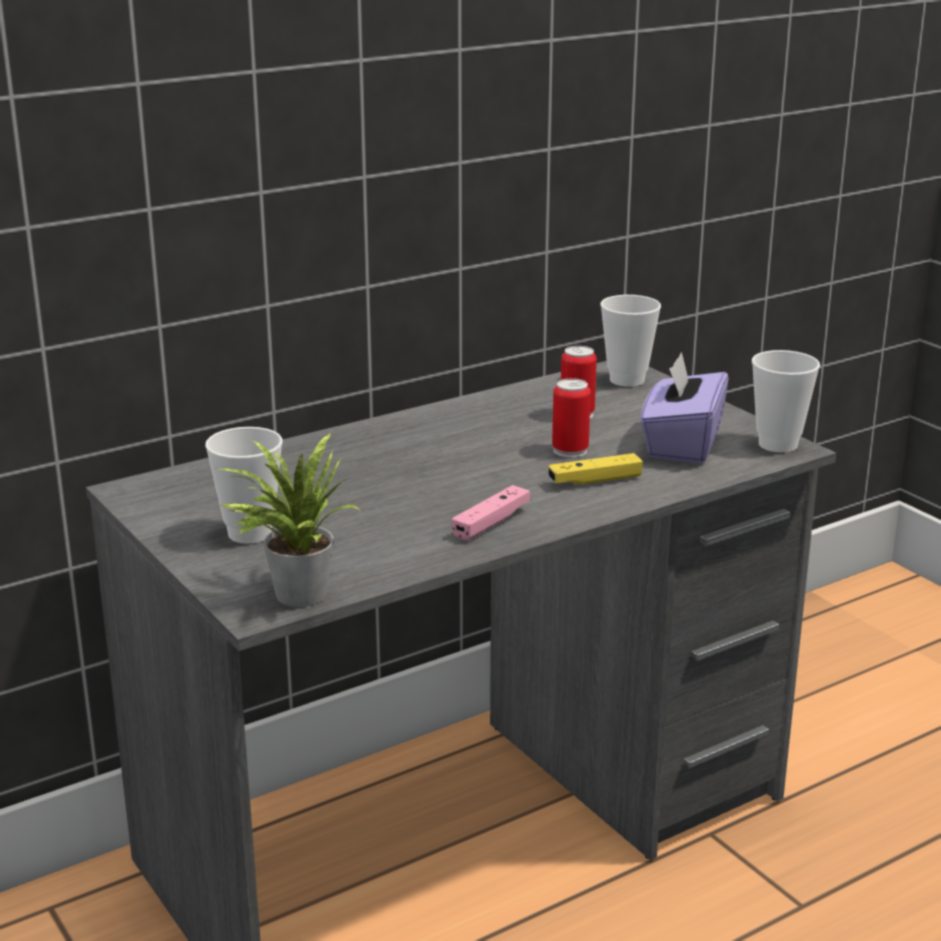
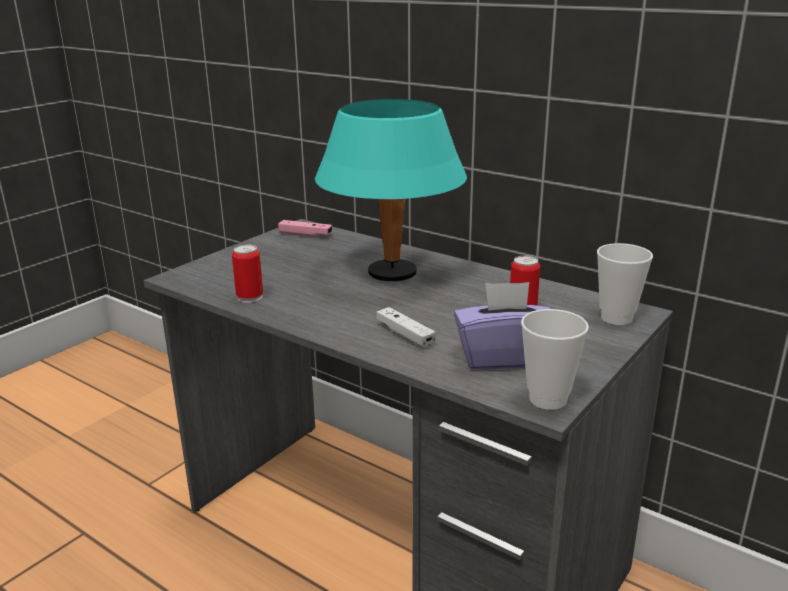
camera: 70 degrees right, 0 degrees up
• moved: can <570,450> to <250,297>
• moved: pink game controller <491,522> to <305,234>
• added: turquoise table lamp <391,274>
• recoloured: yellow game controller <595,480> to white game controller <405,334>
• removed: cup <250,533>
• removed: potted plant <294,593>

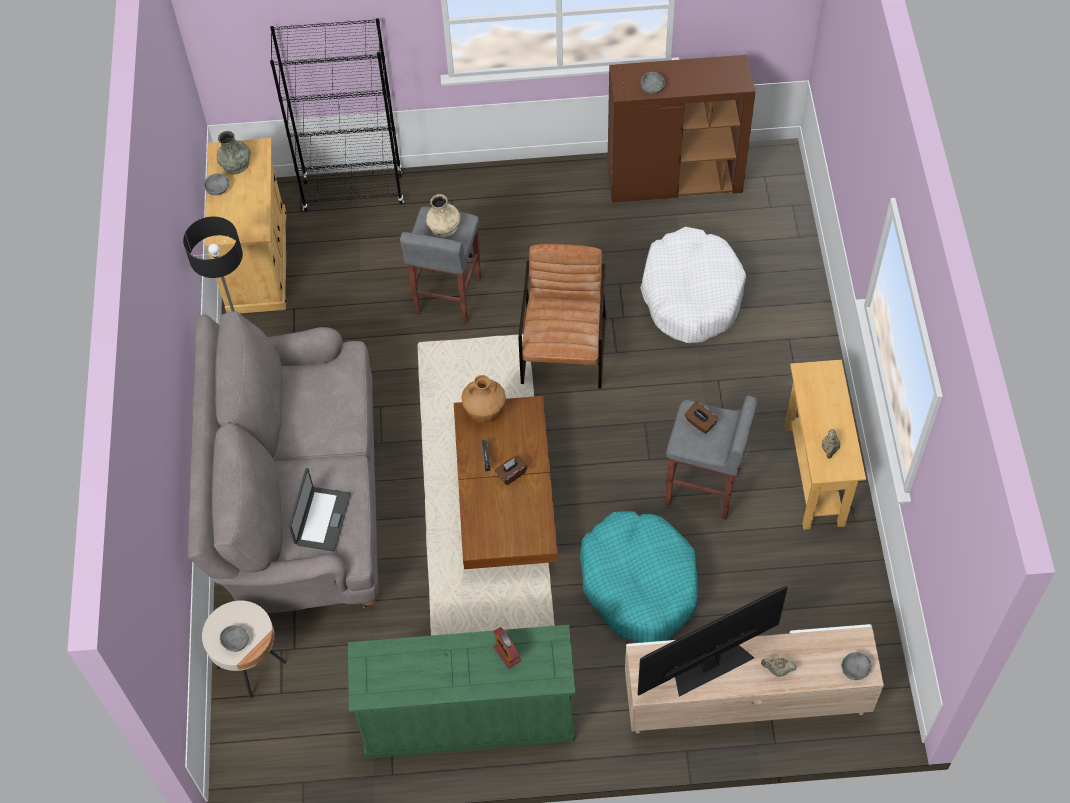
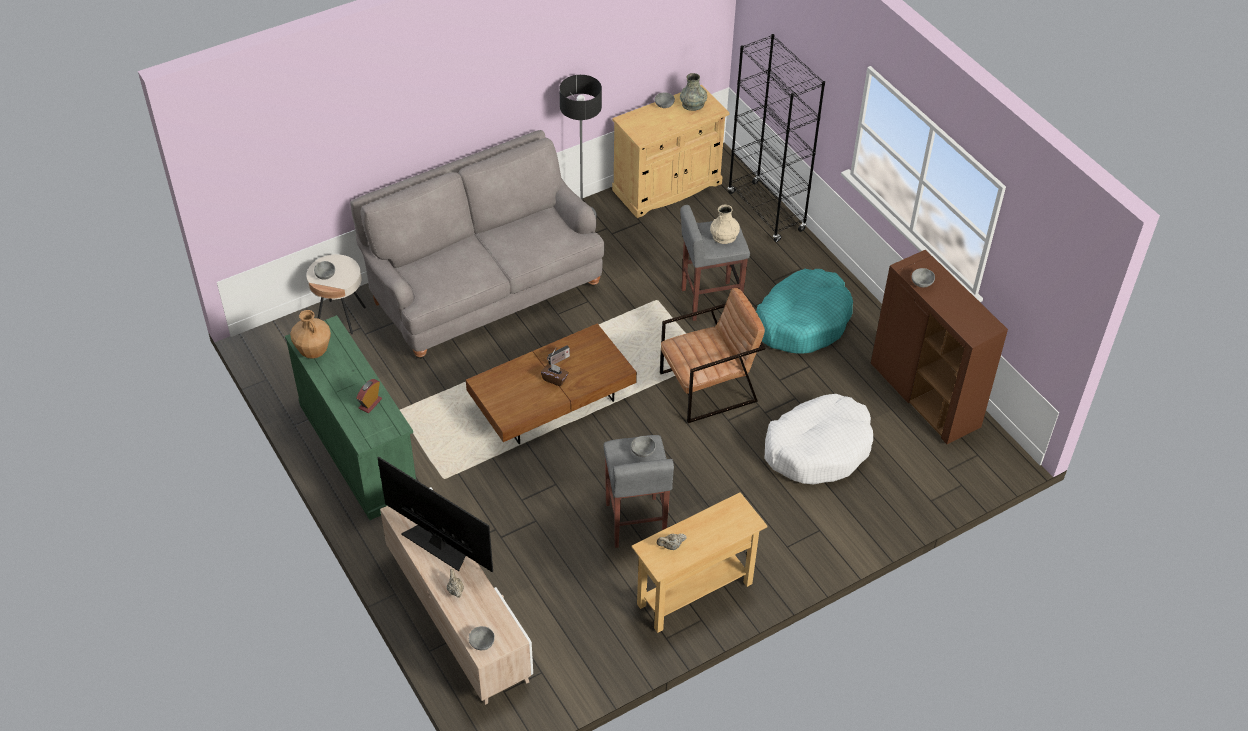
camera: 60 degrees right, 10 degrees down
• moved: brown vase <484,413> to <313,351>
• replaced: brown tissue box <700,423> to grey bowl <643,452>
• moved: turquoise dog bed <639,583> to <802,321>
• removed: laptop <321,519>

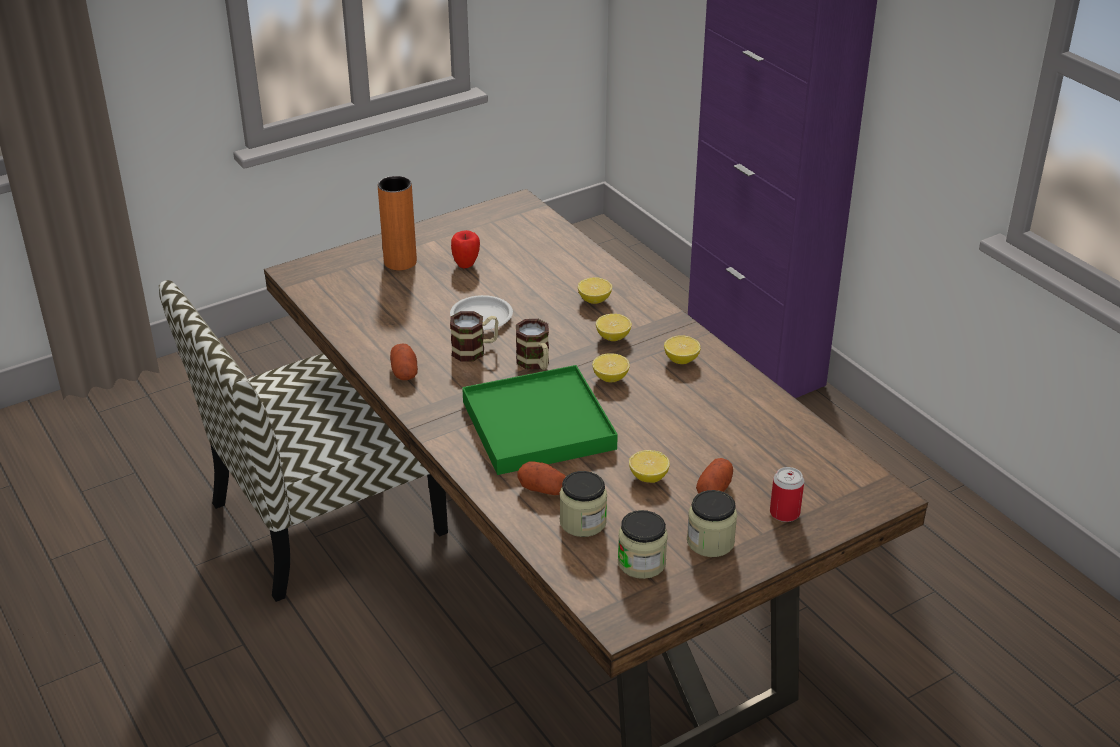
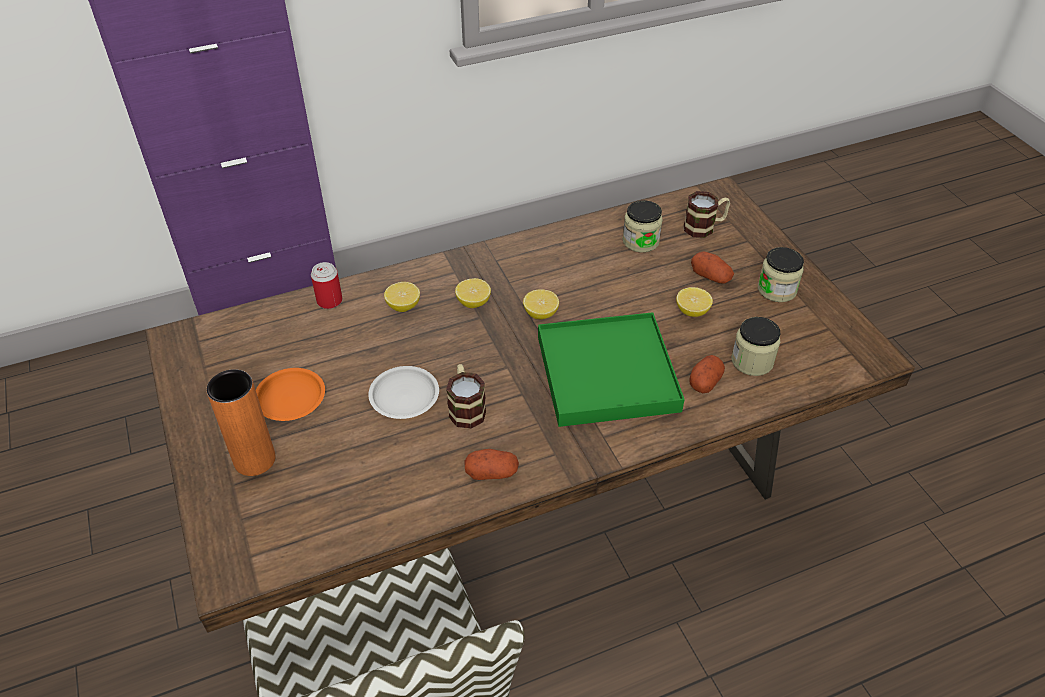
camera: 80 degrees left, 10 degrees up
• replaced: apple <466,265> to orange plate <290,398>
• moved: can <784,513> to <329,301>
• moved: jar <641,562> to <640,241>
• moved: mug <535,364> to <704,227>
• removed: lemon <681,359>

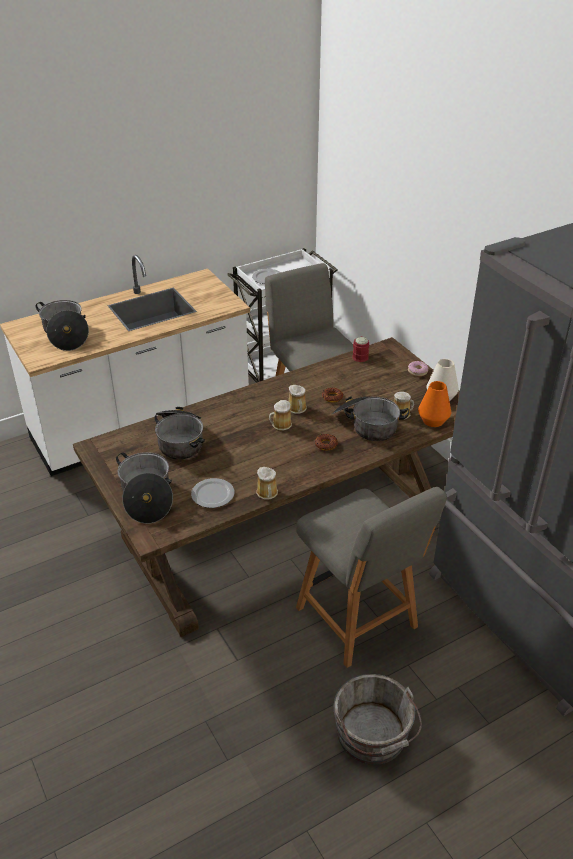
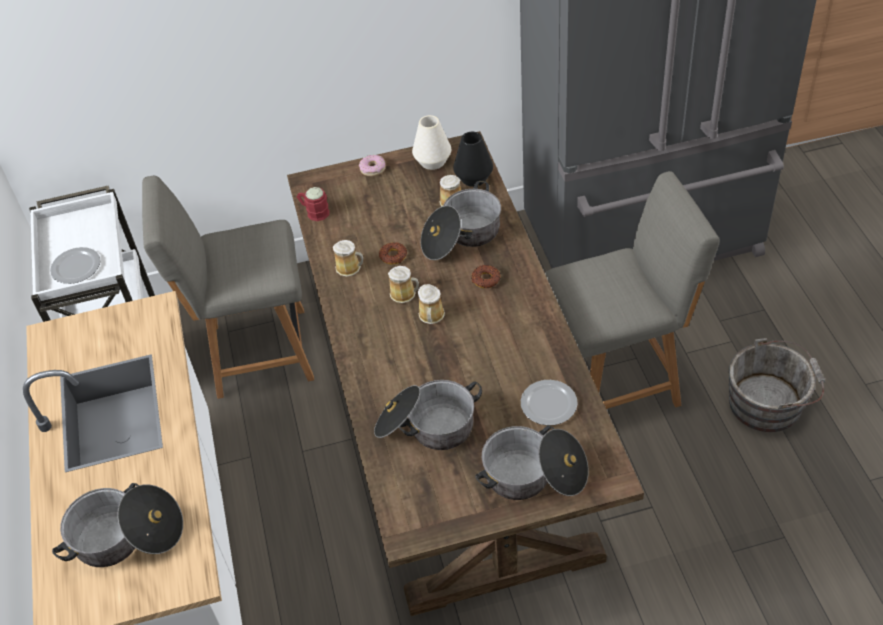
camera: 70 degrees left, 10 degrees up
• moved: mug <267,493> to <350,268>
• recoloured: orange vase <433,420> to black vase <474,178>

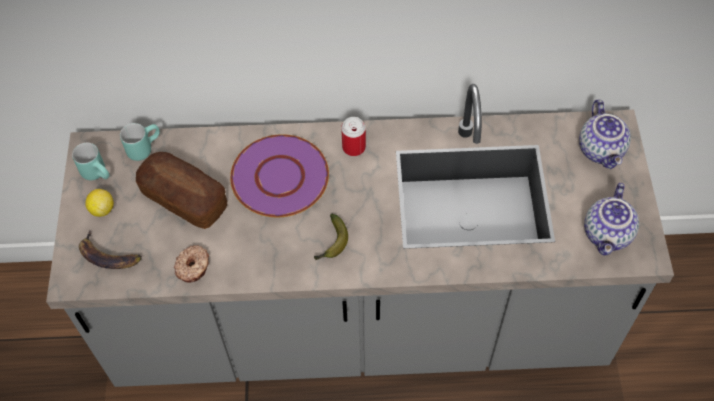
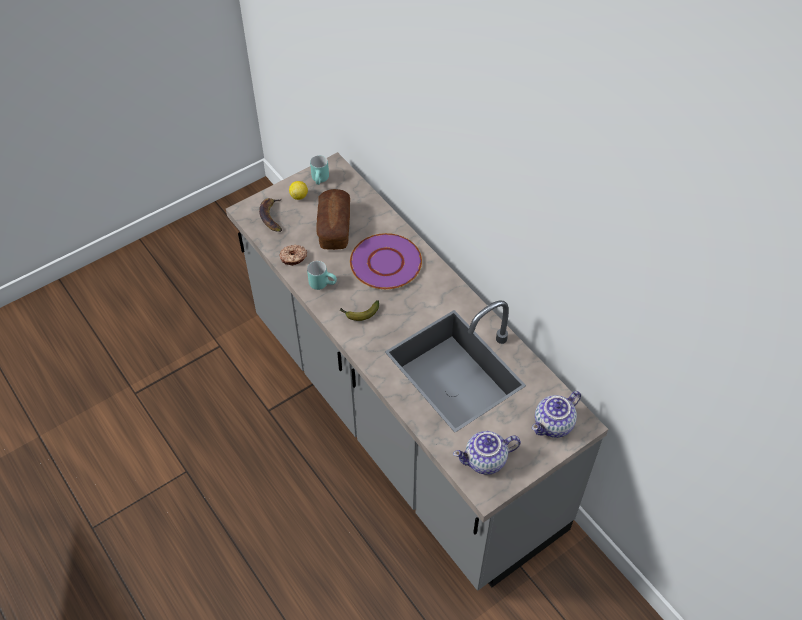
camera: 55 degrees right, 5 degrees down
• moved: turquoise mug <143,147> to <323,283>
• removed: can <354,147>

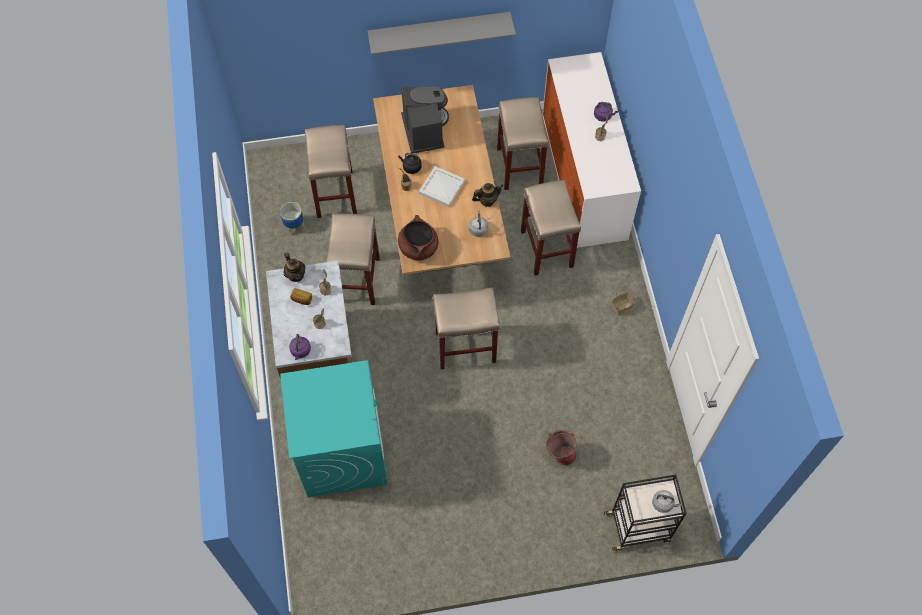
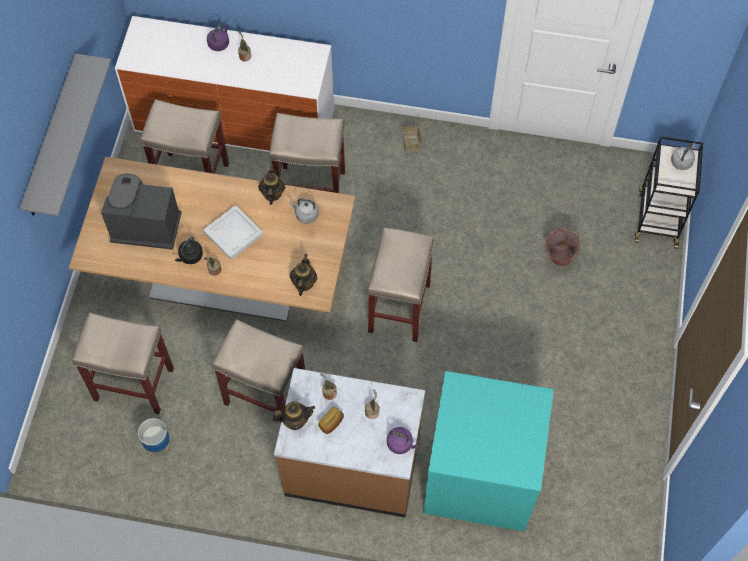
camera: 70 degrees left, 0 degrees up
• replaced: brown cooking pot <418,247> to teapot <303,283>

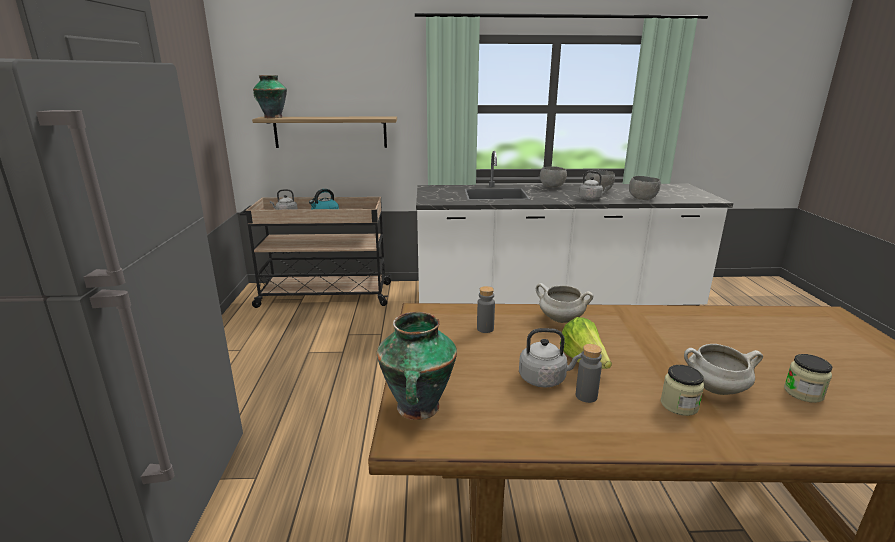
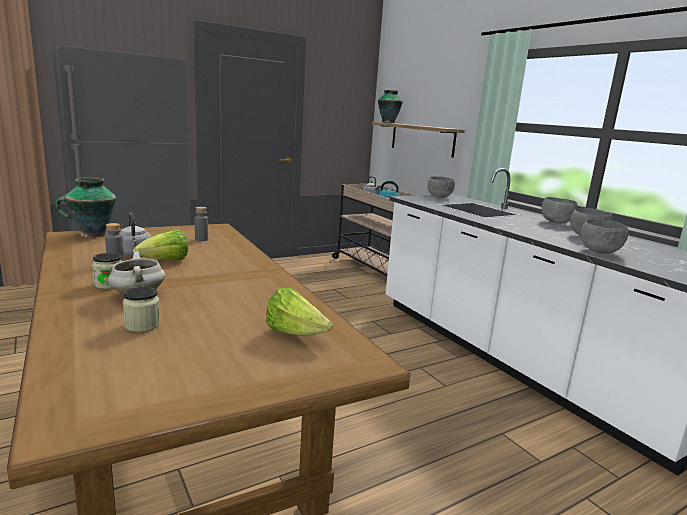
camera: 60 degrees right, 5 degrees down
• added: lettuce <295,334>
• added: grey bowl <440,197>
• removed: white cooking pot <560,320>
• removed: grey kettle <591,199>

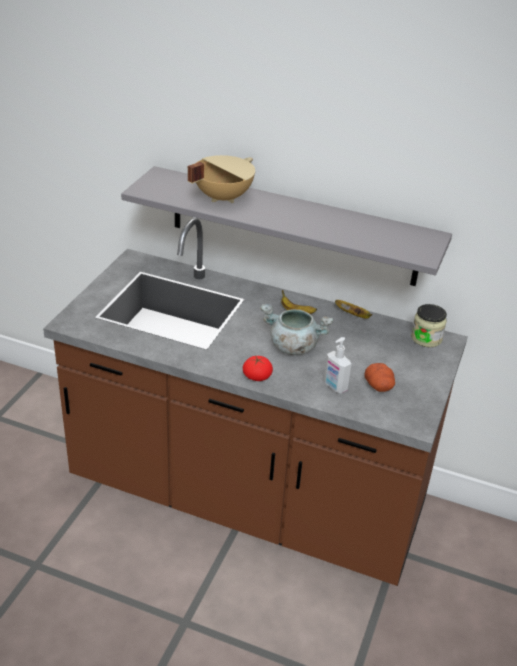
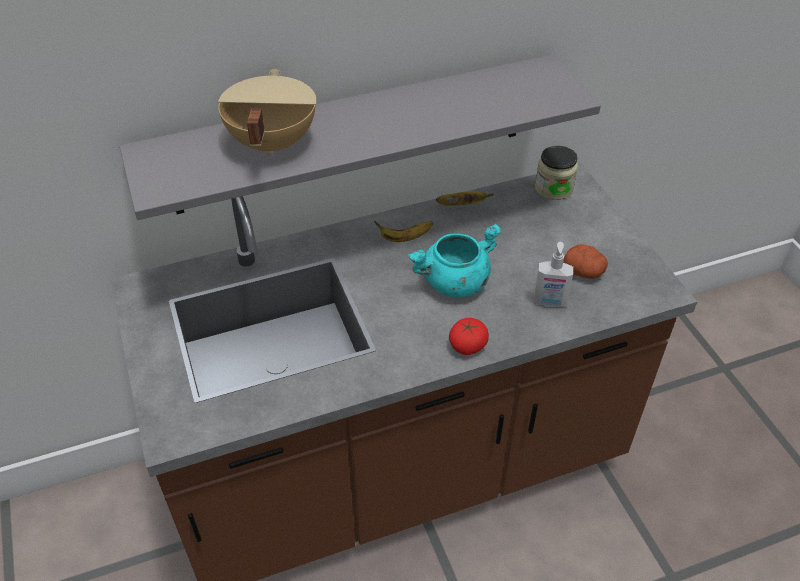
camera: 40 degrees left, 10 degrees up
• recoloured: grey cooking pot <293,346> to turquoise cooking pot <454,283>

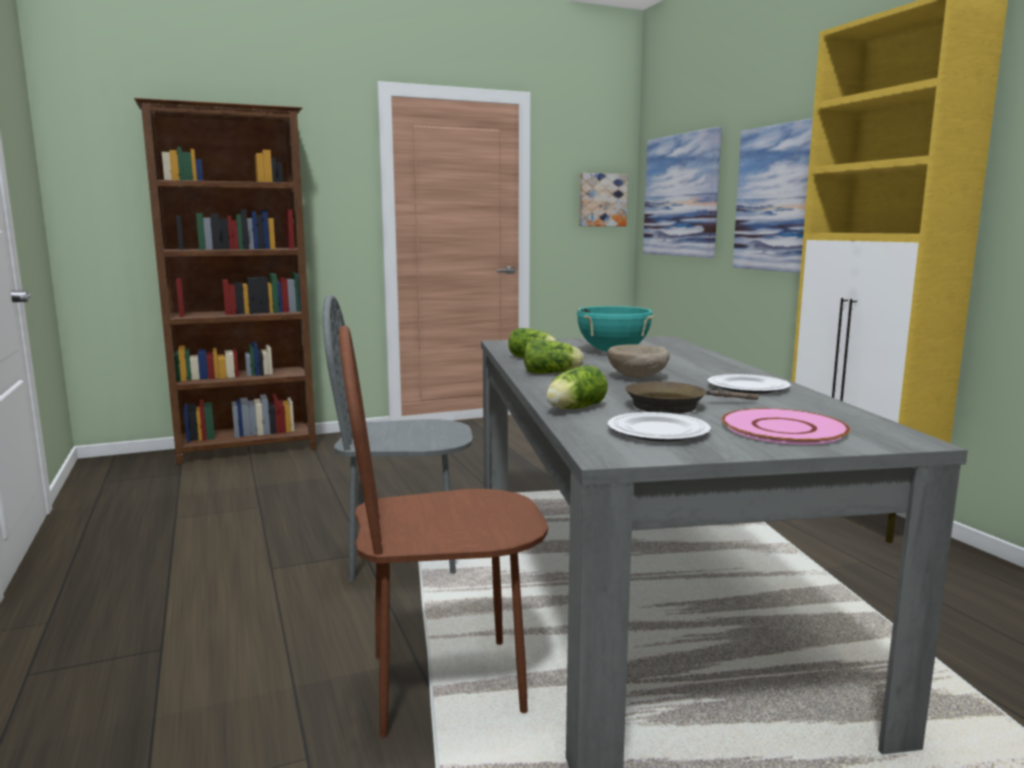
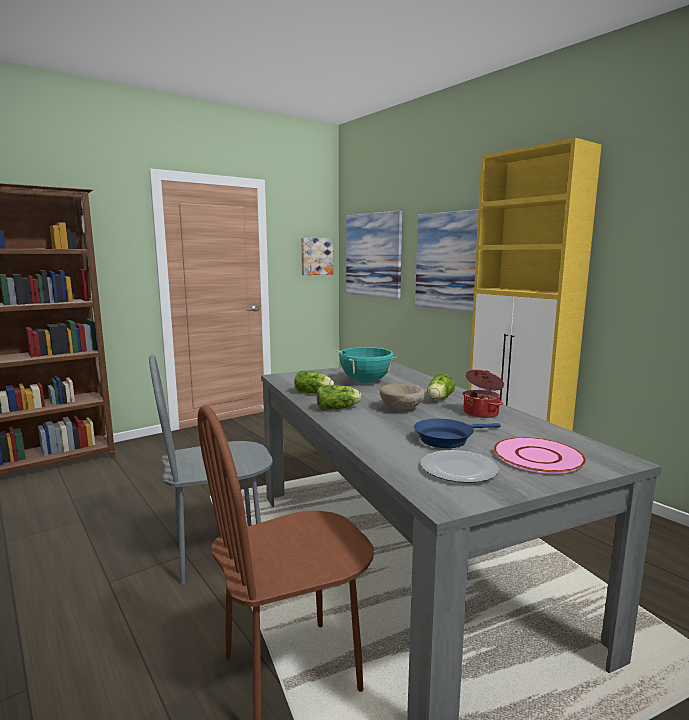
camera: 15 degrees left, 0 degrees up
• recoloured: brown frying pan <672,406> to blue frying pan <447,439>
• moved: lettuce <573,409> to <439,399>
• replaced: plate <748,387> to cooking pot <481,413>

